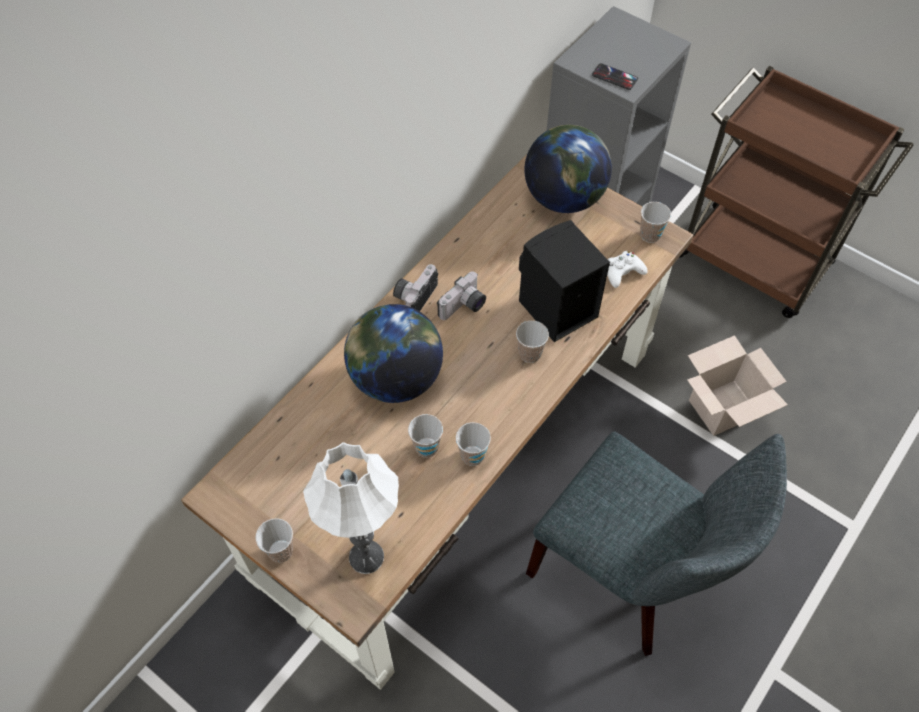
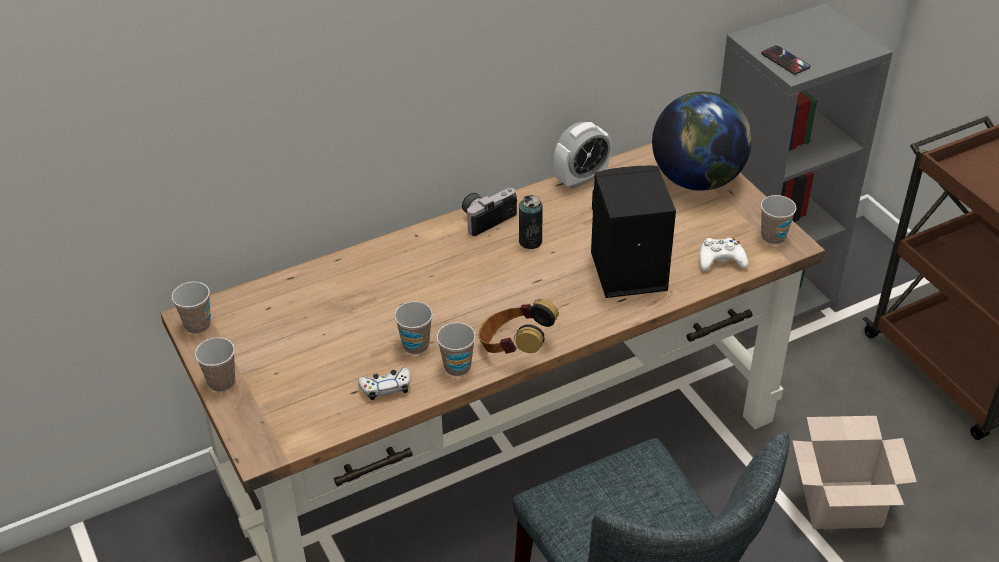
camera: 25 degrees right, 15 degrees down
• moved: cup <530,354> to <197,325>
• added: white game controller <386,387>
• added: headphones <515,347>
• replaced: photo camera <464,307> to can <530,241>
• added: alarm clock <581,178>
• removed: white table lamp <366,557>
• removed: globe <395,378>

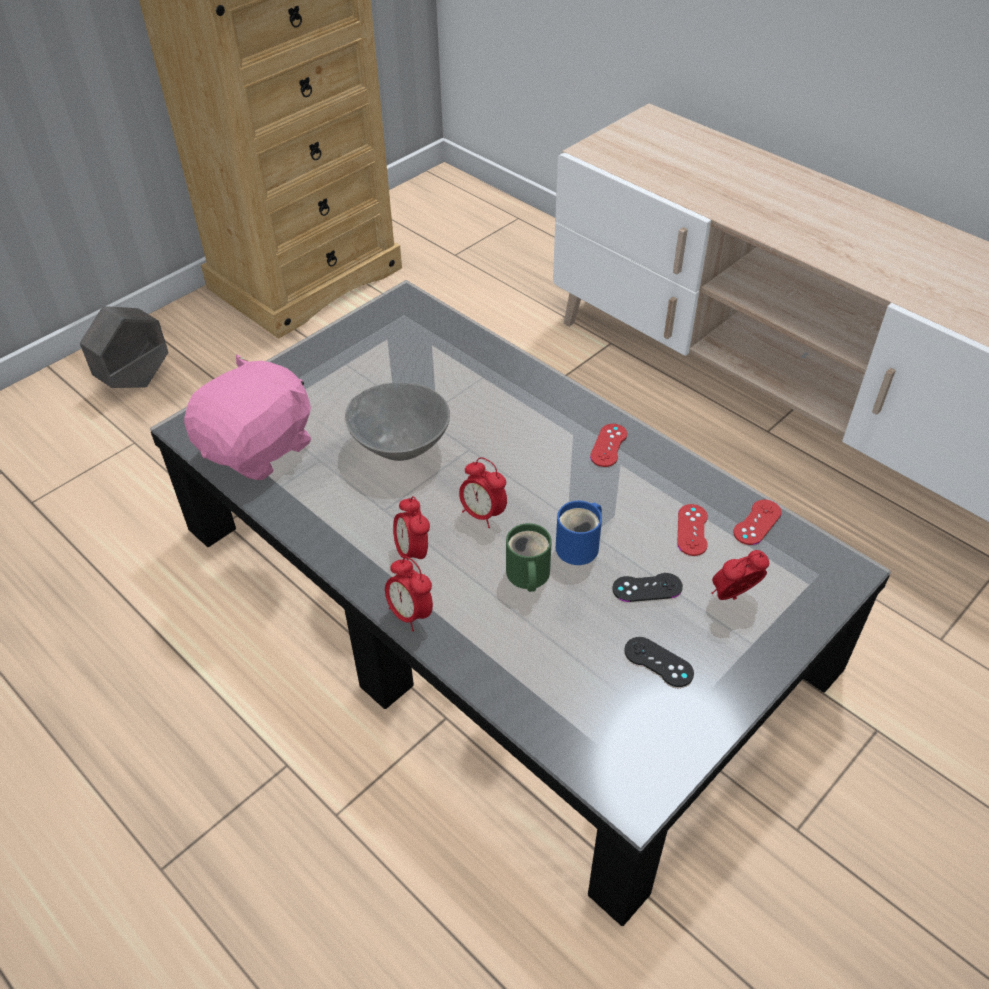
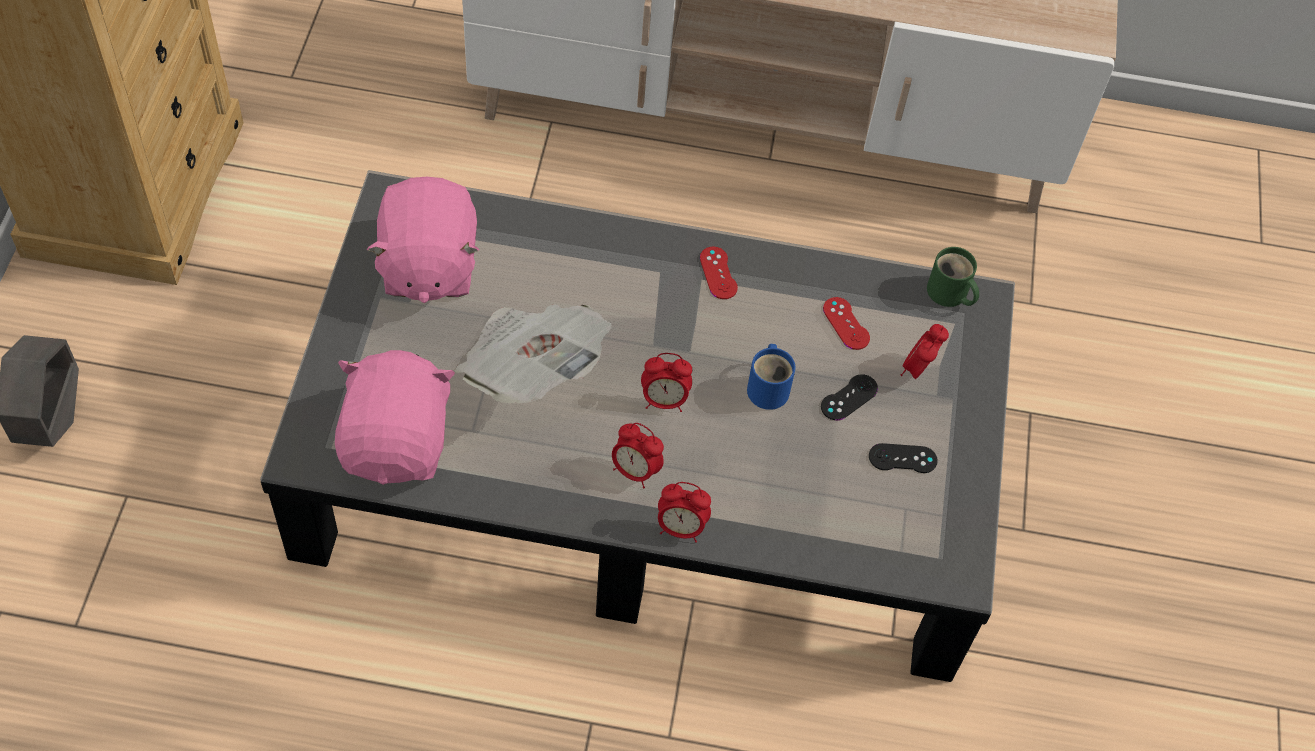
camera: 40 degrees left, 10 degrees up
• added: pink plush toy <427,266>
• replaced: grey bowl <400,445> to newspaper <532,369>
• moved: green mug <526,576> to <948,294>
• removed: red game controller <757,522>

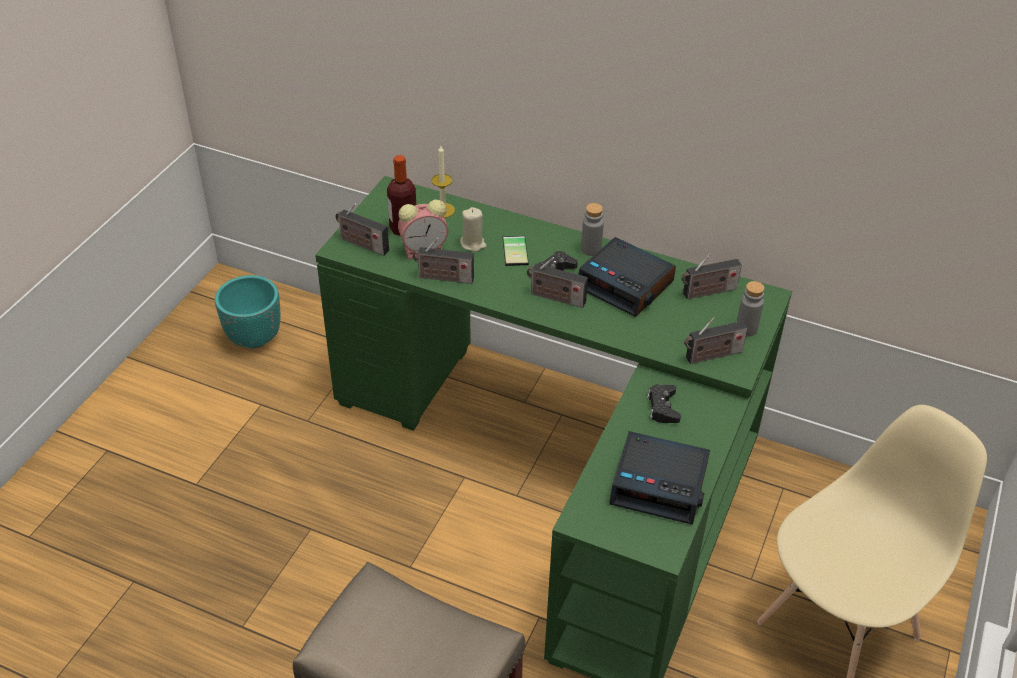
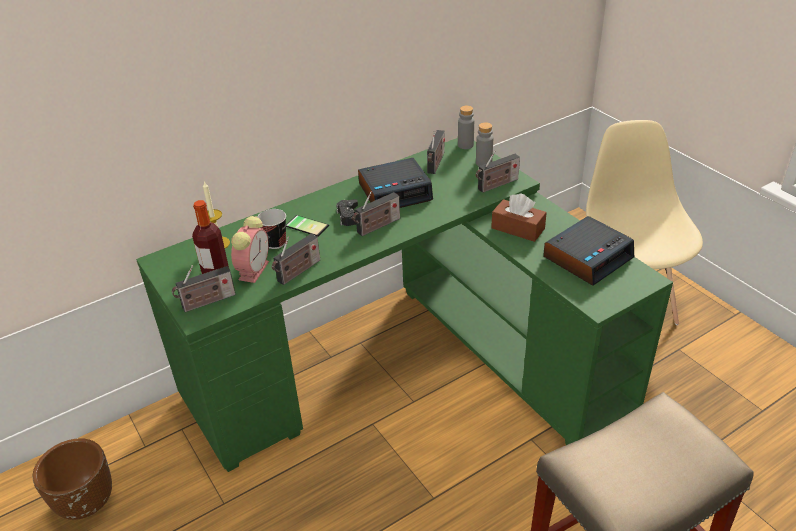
camera: 55 degrees left, 5 degrees down
• recoloured: turquoise planter <254,337> to brown planter <86,502>
• replaced: beige candle <473,244> to cup <275,243>
• moved: grey bottle <591,249> to <465,145>
• turned: radio <711,356> = <496,185> 45 degrees clockwise
• replaced: black game controller <662,408> to brown tissue box <518,228>

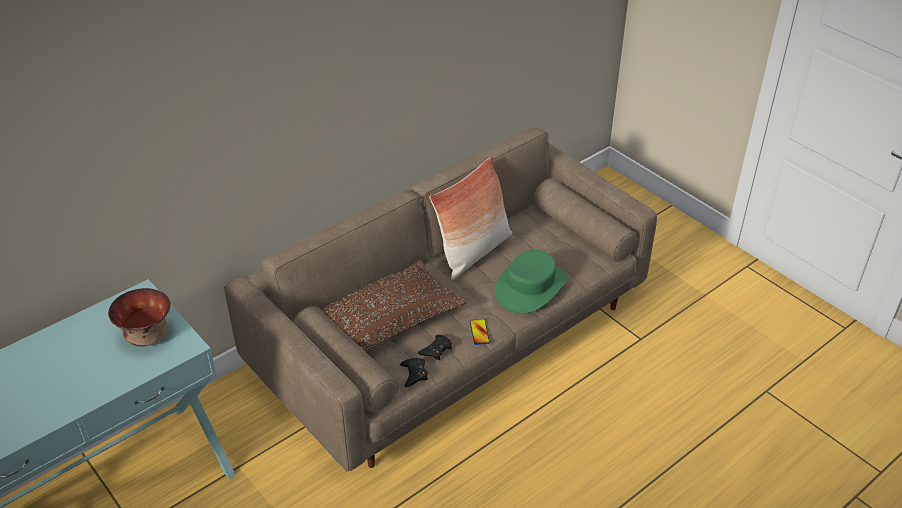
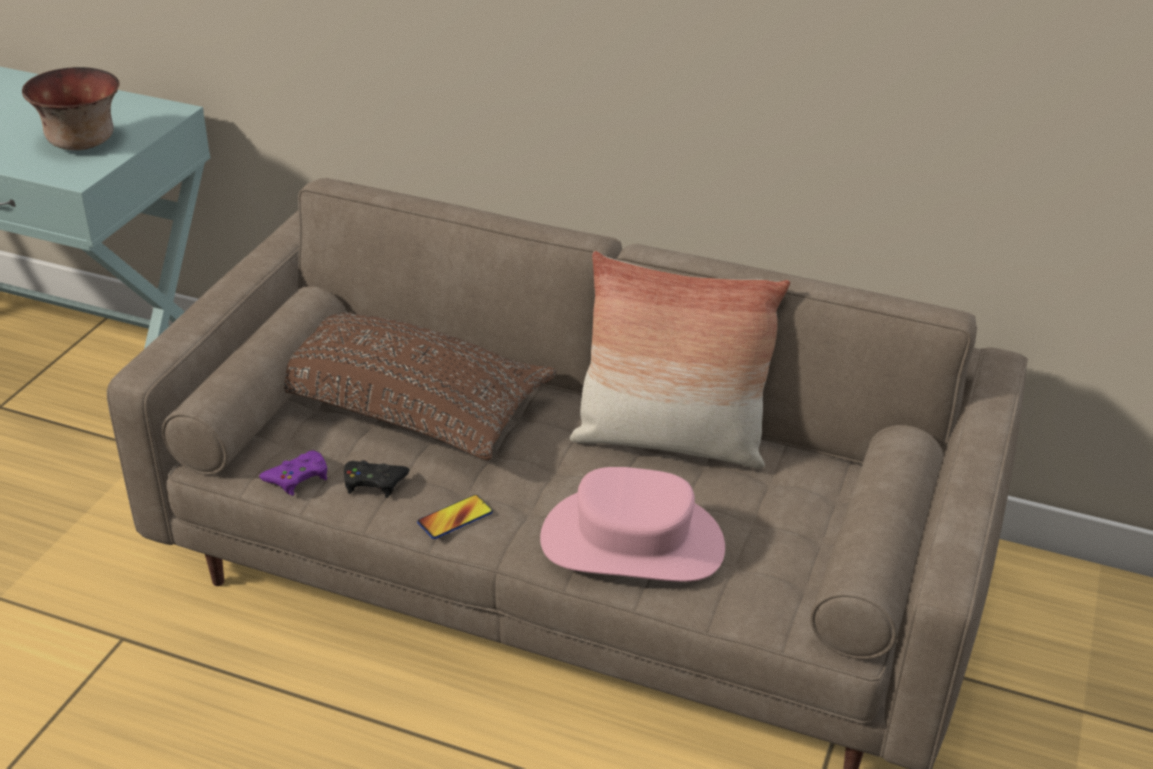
camera: 60 degrees right, 5 degrees down
• recoloured: black game controller <414,374> to purple game controller <297,477>
• recoloured: green hat <530,287> to pink hat <632,542>

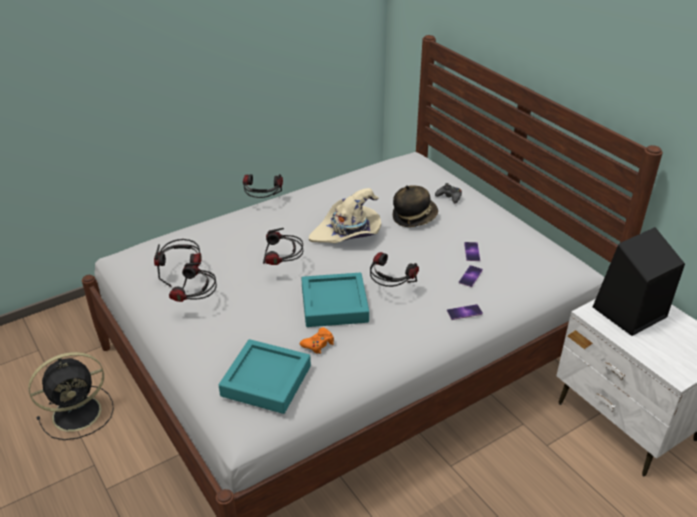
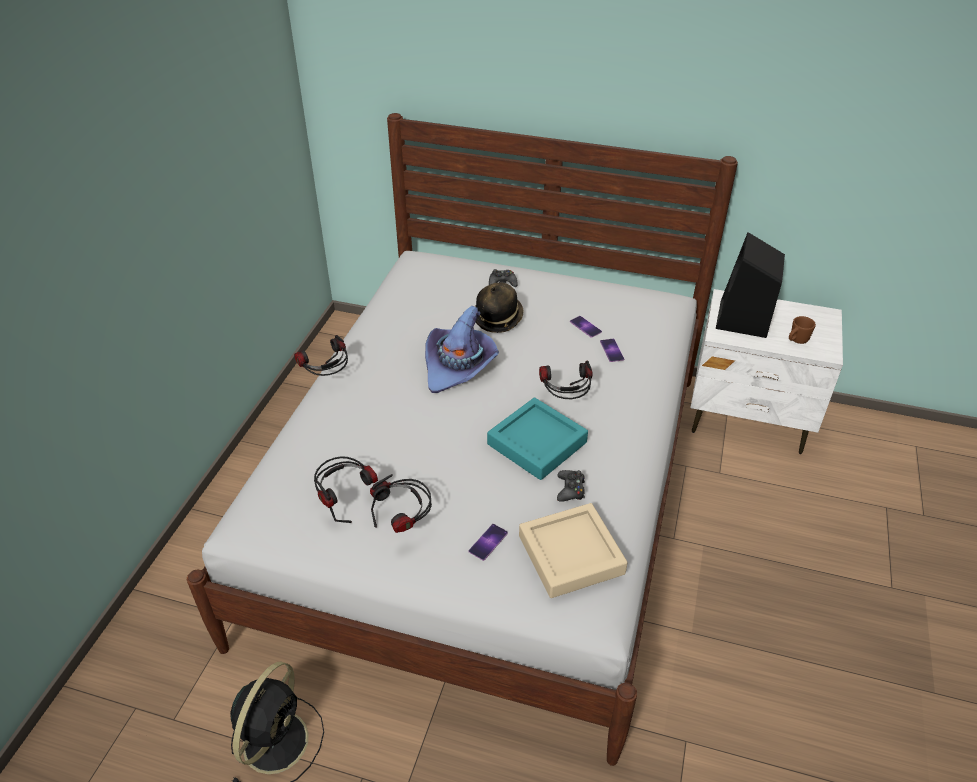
camera: 40 degrees left, 5 degrees up
• recoloured: beige hat <348,233> to purple hat <459,366>
• moved: phone <464,312> to <488,542>
• recoloured: turquoise tray <266,381> to beige tray <571,555>
• recoloured: orange game controller <318,344> to black game controller <570,489>
• added: brown mug <796,341>
• removed: headphones <283,267>

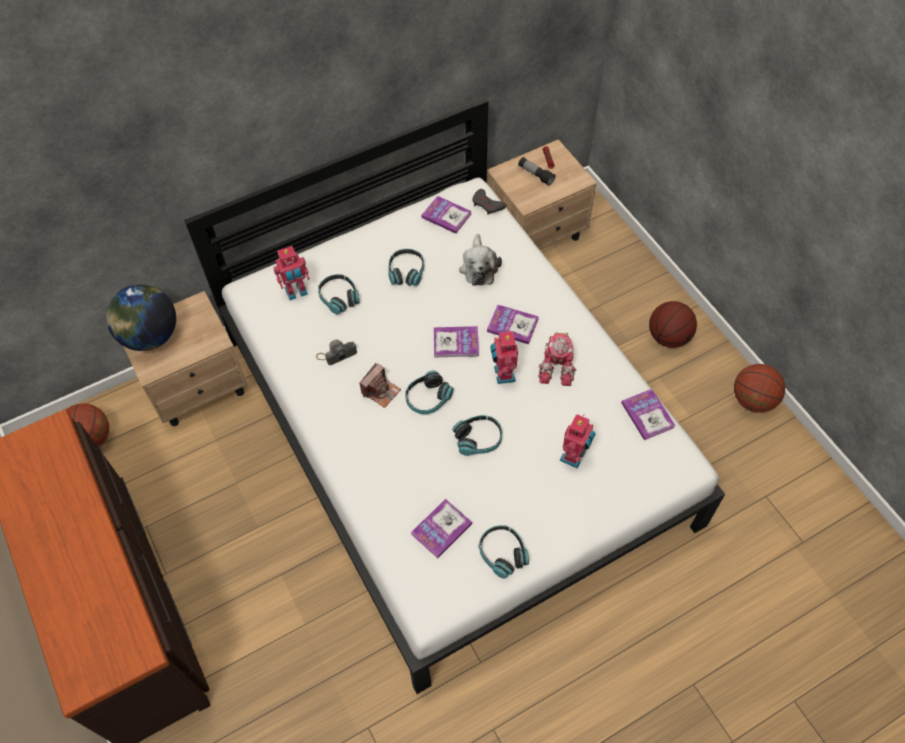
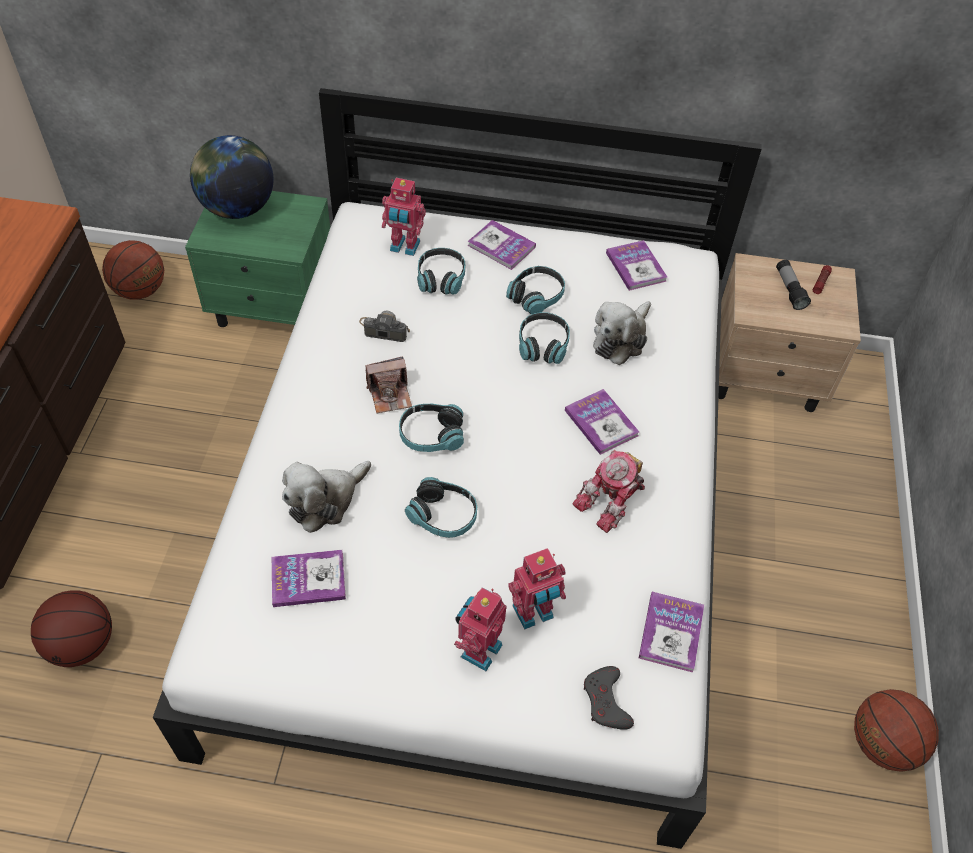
camera: 35 degrees right, 5 degrees down
• moved: basketball <668,337> to <82,644>
• recoloured: beige nightstand <199,387> to green nightstand <275,306>
• added: plush toy <325,500>
• moved: toy robot <503,374> to <478,649>
• moved: book <456,343> to <501,246>
• moved: headphones <502,553> to <543,345>
• moved: grey game controller <487,204> to <606,701>

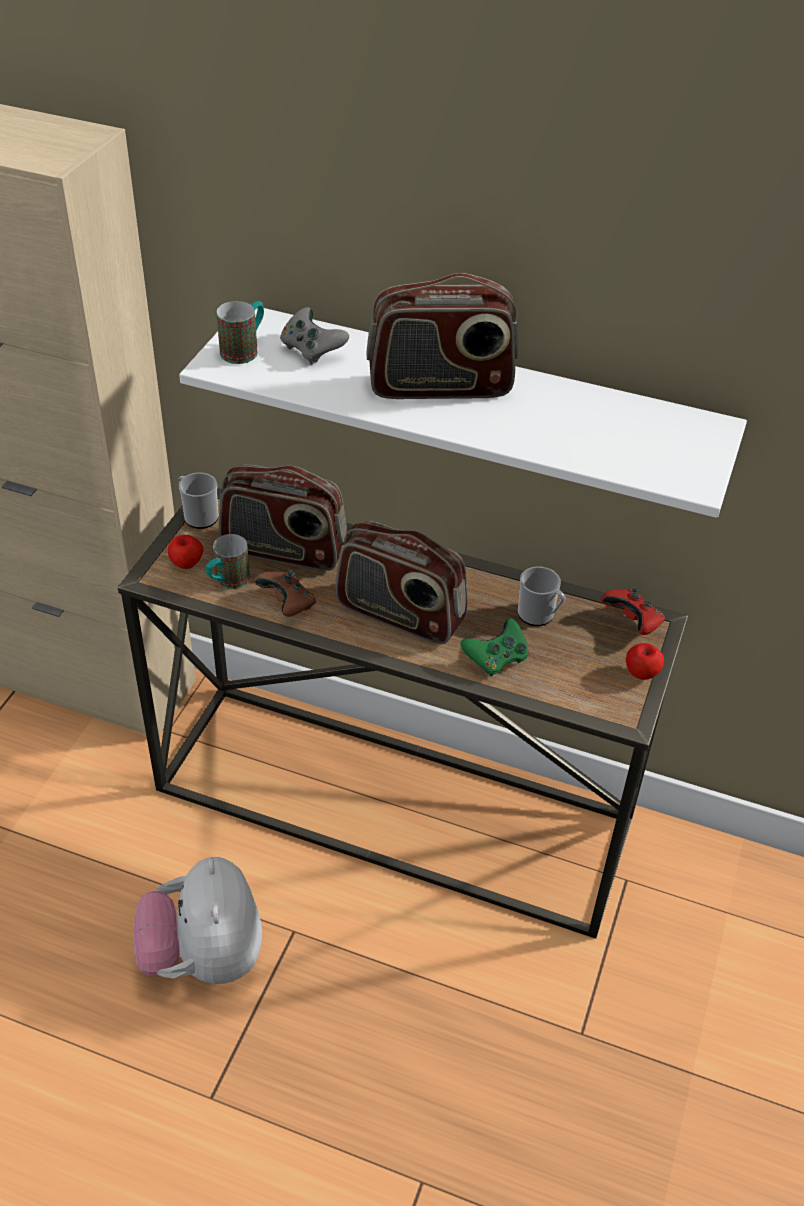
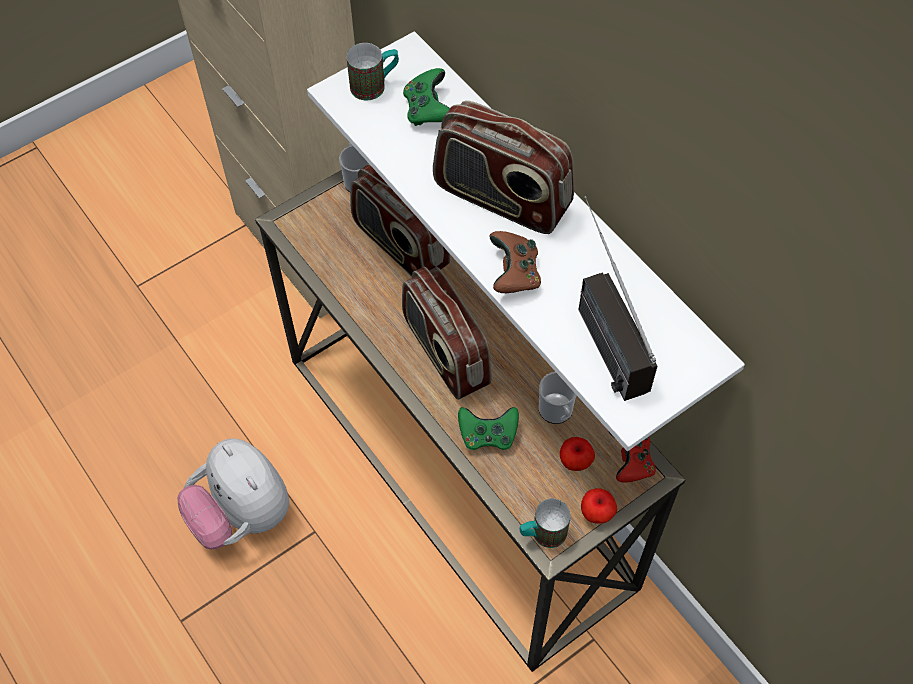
camera: 35 degrees right, 15 degrees up
• turned: plush toy <204,957> = <242,514> 60 degrees counterclockwise
• recoloured: grey game controller <311,350> to green game controller <427,110>
• moved: brown game controller <287,604> to <514,274>
• moved: mug <227,582> to <542,534>
• moved: apple <187,563> to <575,461>
• added: radio <597,326>

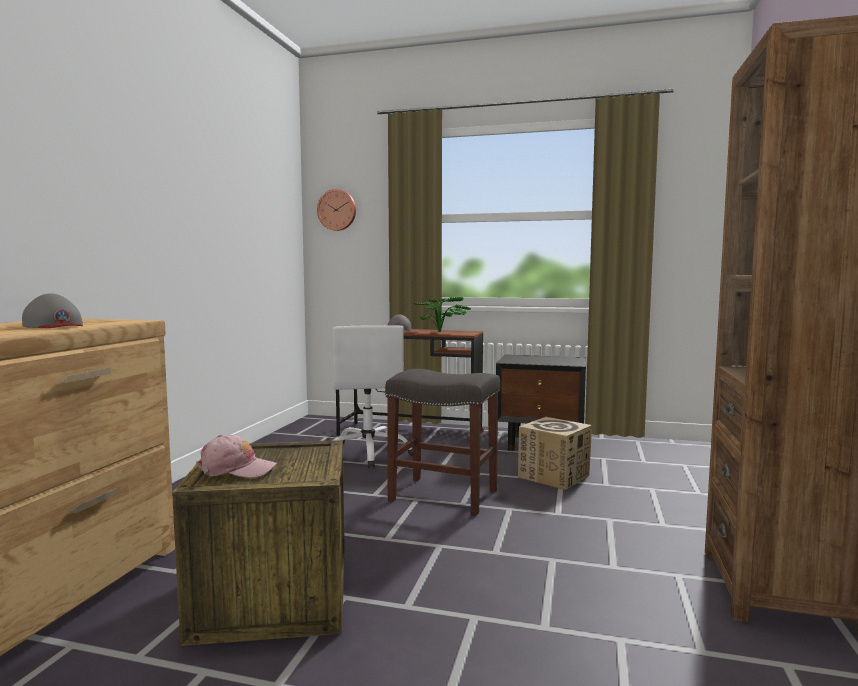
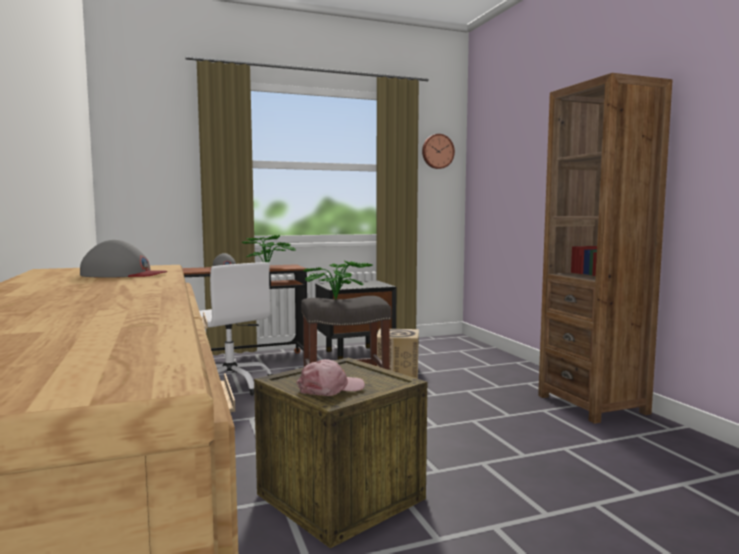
camera: 35 degrees left, 0 degrees up
• added: potted plant <338,300>
• moved: wall clock <337,210> to <437,151>

